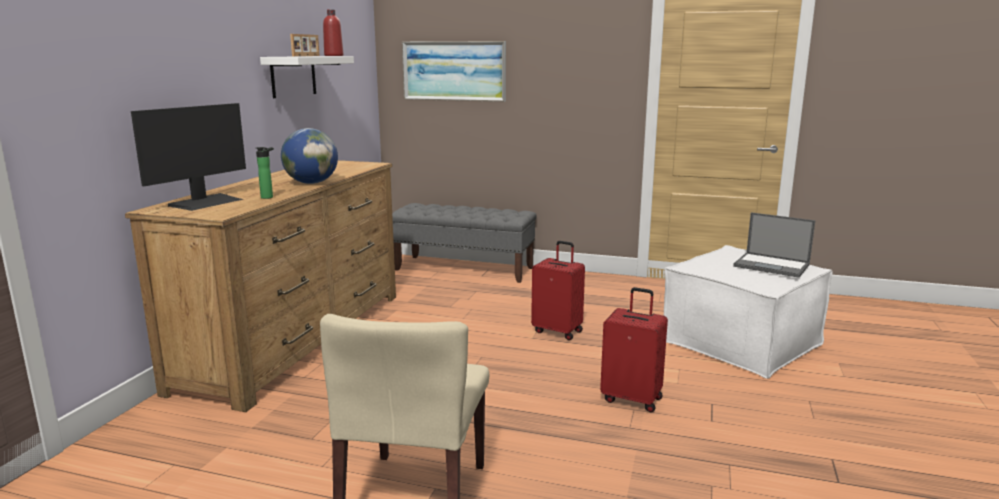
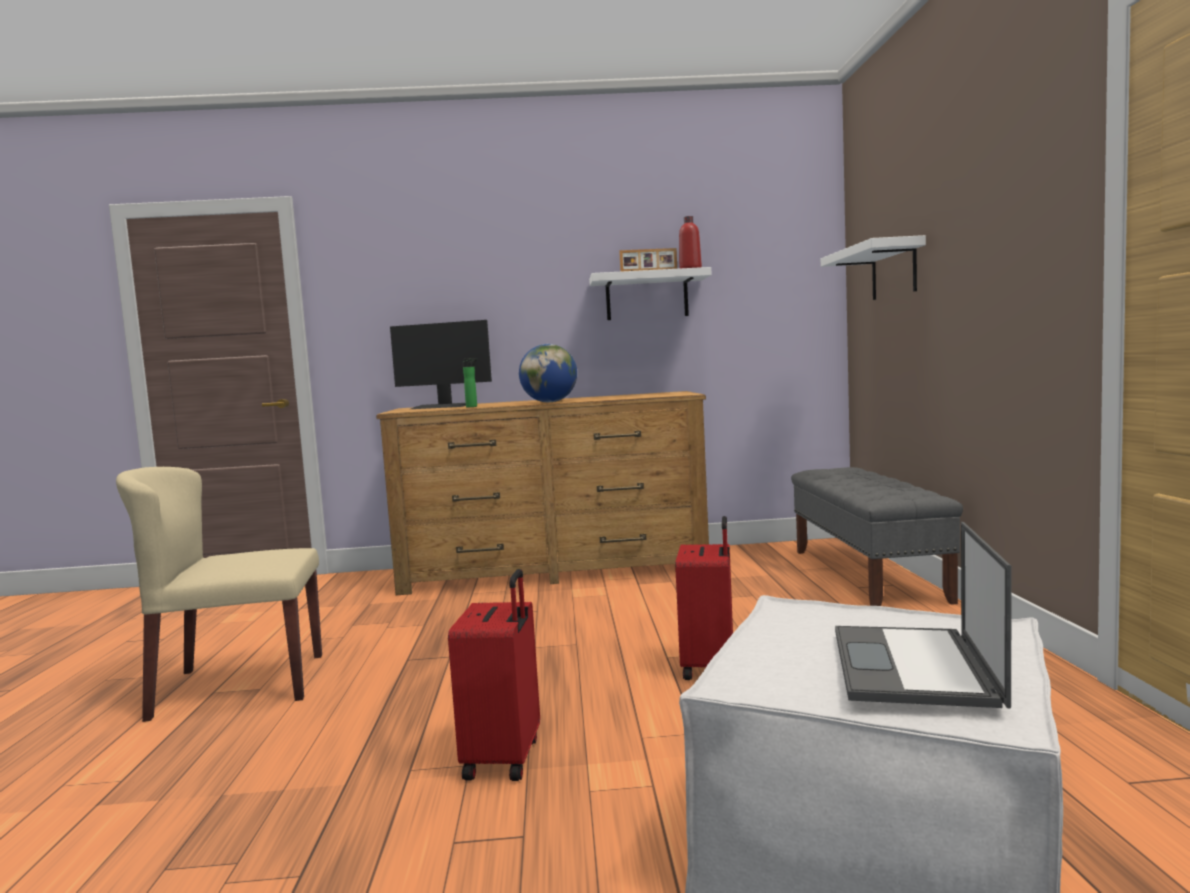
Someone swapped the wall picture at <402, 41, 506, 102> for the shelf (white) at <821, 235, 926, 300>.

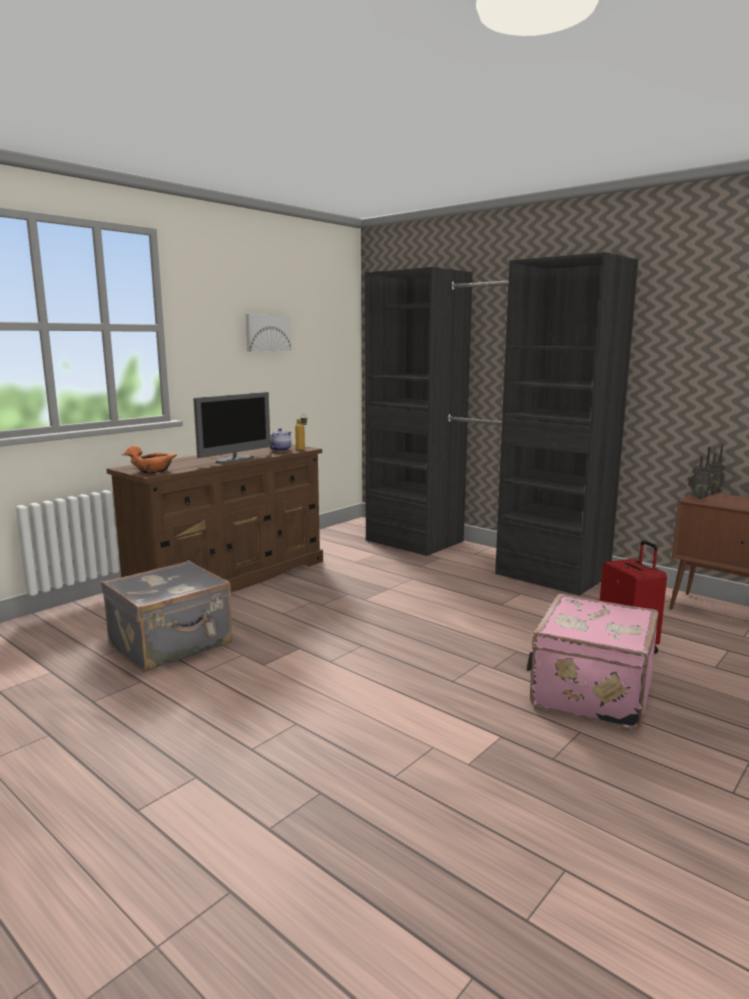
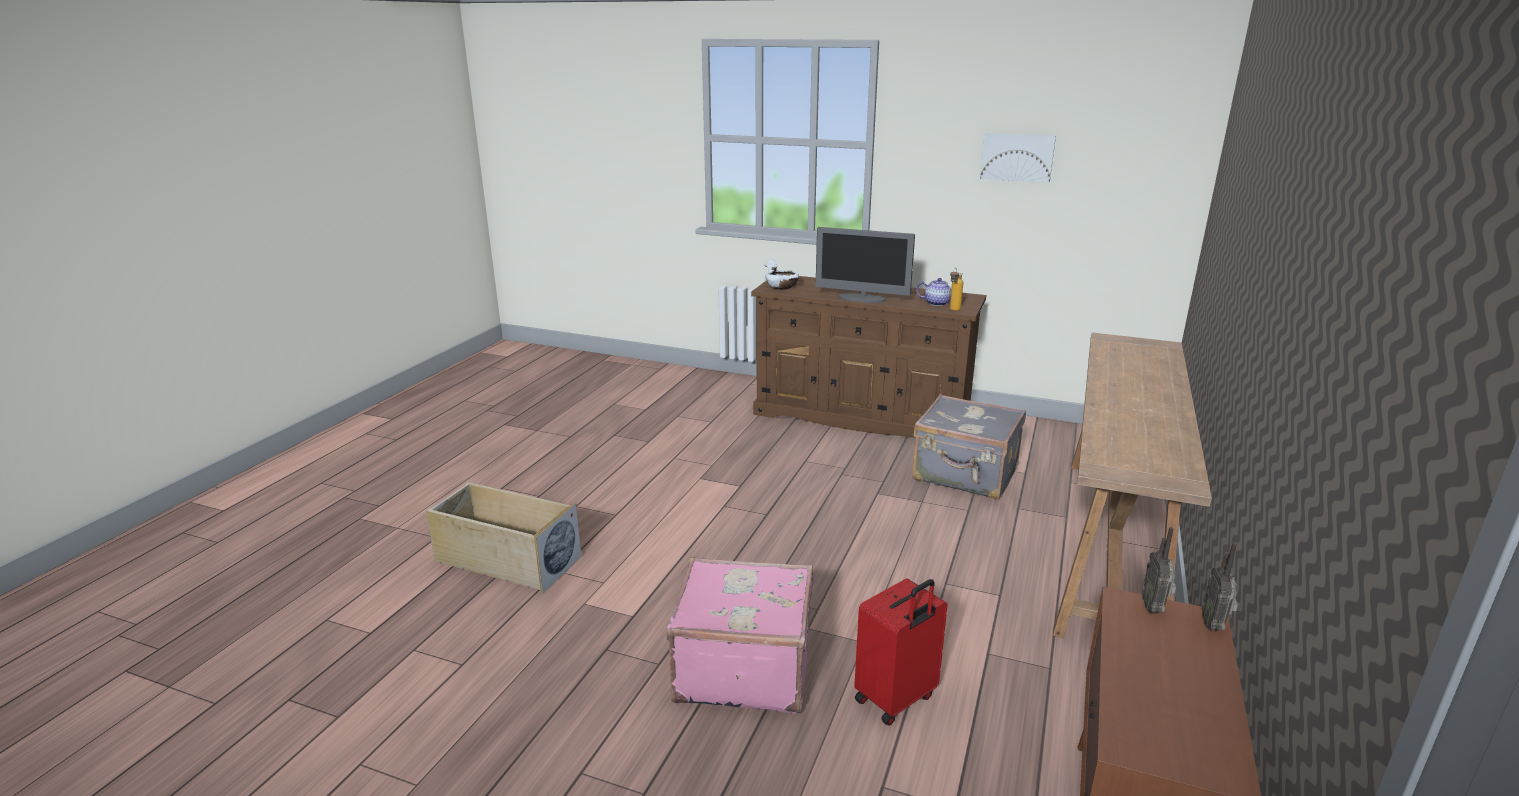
Someone put down the storage container (beige) at <426, 482, 582, 593>. Someone carried the piece of luggage (greyish) from <101, 560, 232, 672> to <912, 394, 1026, 500>. Someone swapped the wardrobe (blackish) at <365, 252, 638, 596> for the console table (brown) at <1053, 332, 1212, 638>. Someone repainted the bowl (orange) at <122, 446, 177, 473>, which became the bowl (white) at <764, 259, 799, 290>.

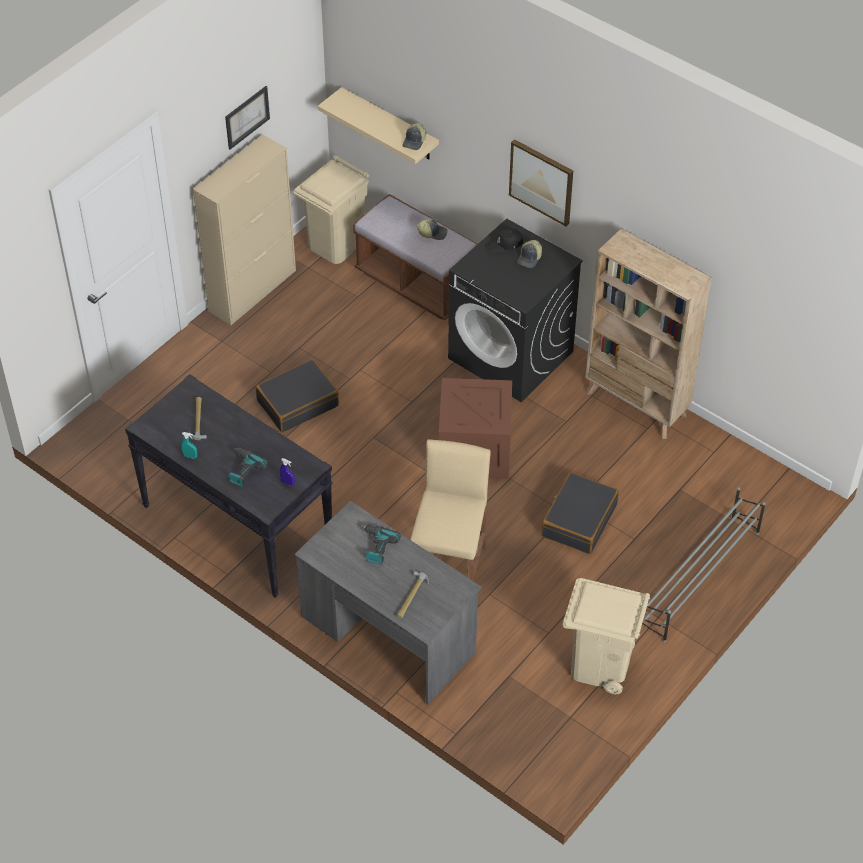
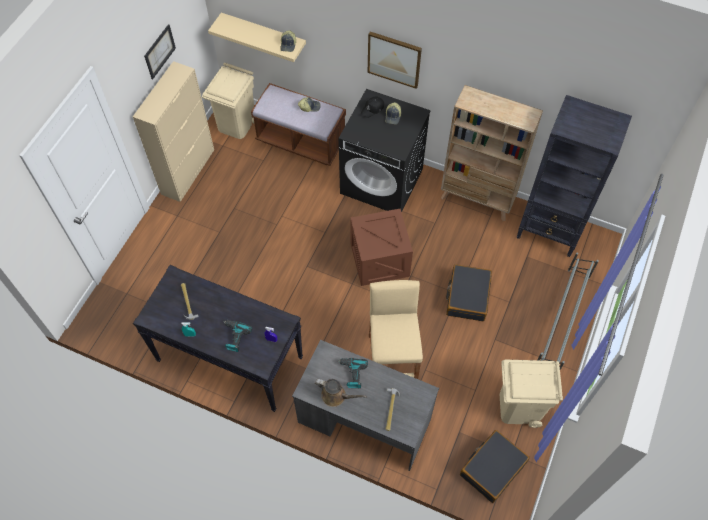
Someone put down the sprinkling can (brown) at <315, 379, 367, 407>. Someone put down the bookcase (blackish) at <517, 95, 632, 257>. Someone carried the piece of luggage (blackish) from <256, 359, 339, 432> to <460, 430, 530, 503>.

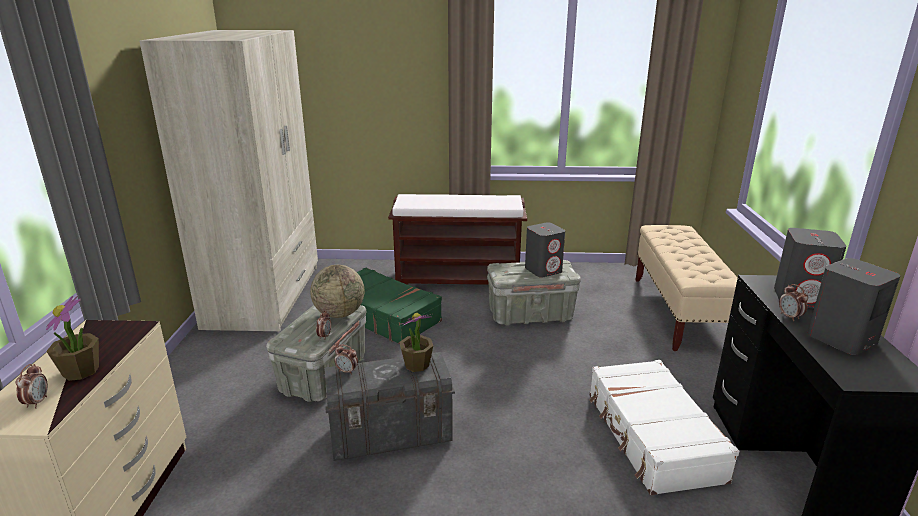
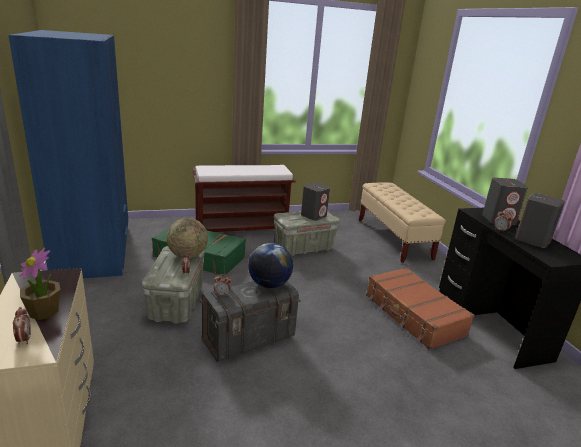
Someone swapped the potted plant at <399, 313, 433, 372> for the desk globe at <248, 243, 293, 288>. Someone repainted the wardrobe (beige) at <140, 30, 318, 331>, which became the wardrobe (blue-coloured) at <9, 30, 128, 278>. Someone repainted the piece of luggage (white) at <590, 360, 739, 495>, which became the piece of luggage (brown) at <366, 267, 475, 350>.

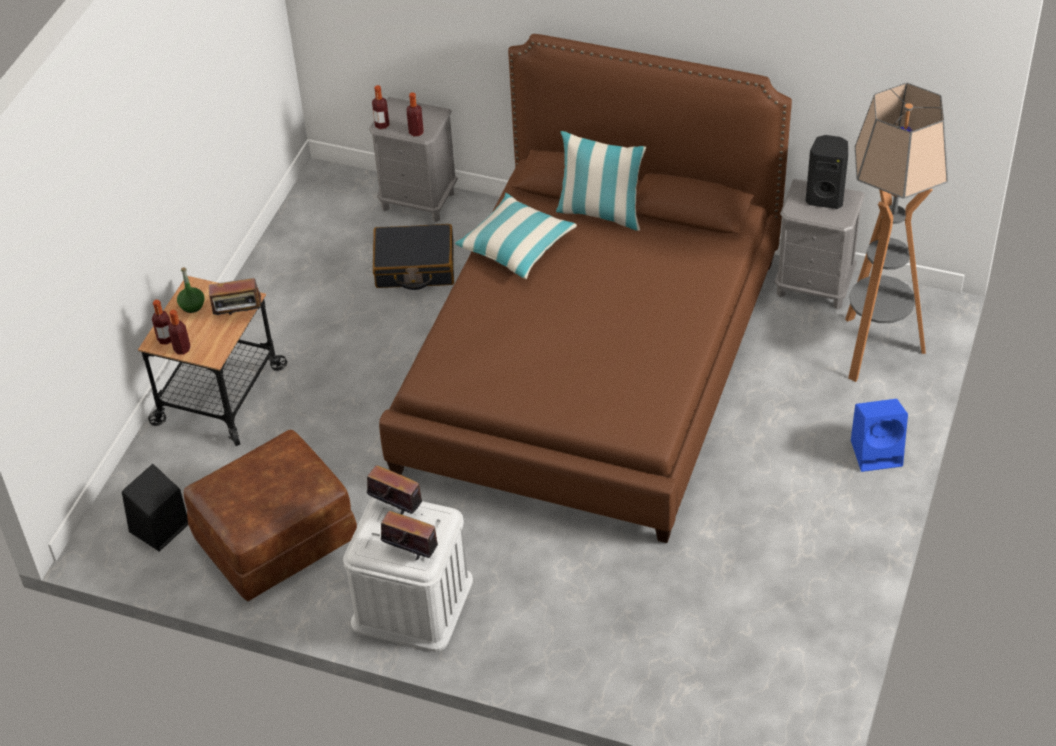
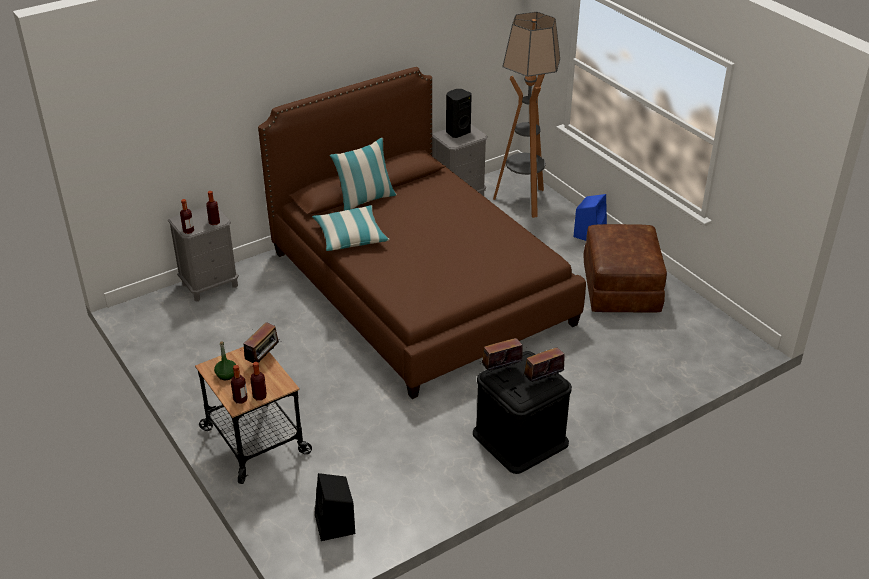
Someone took away the piece of luggage (blackish) at <373, 224, 454, 290>. Someone carried the ottoman (brown) from <184, 430, 357, 601> to <584, 224, 667, 312>. Someone repainted the storage container (white) at <343, 497, 473, 652>, which became the storage container (blackish) at <473, 351, 572, 474>.

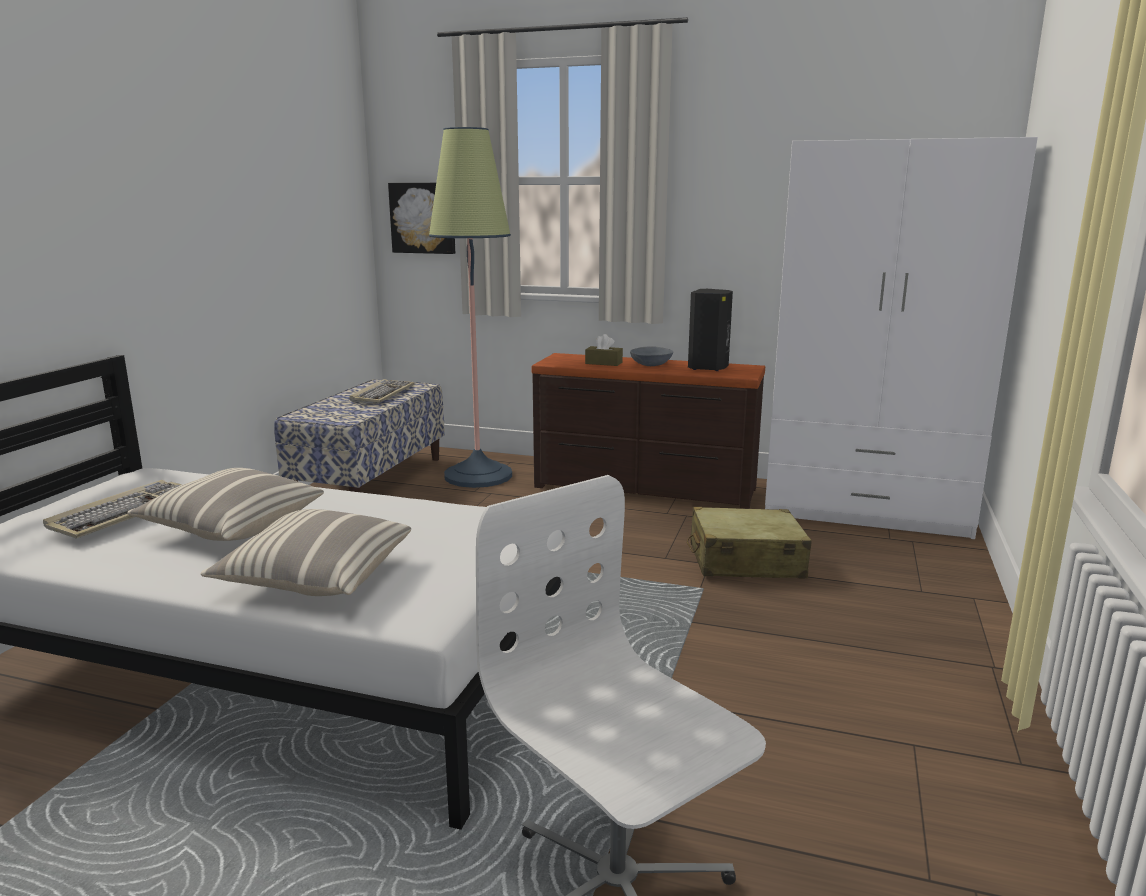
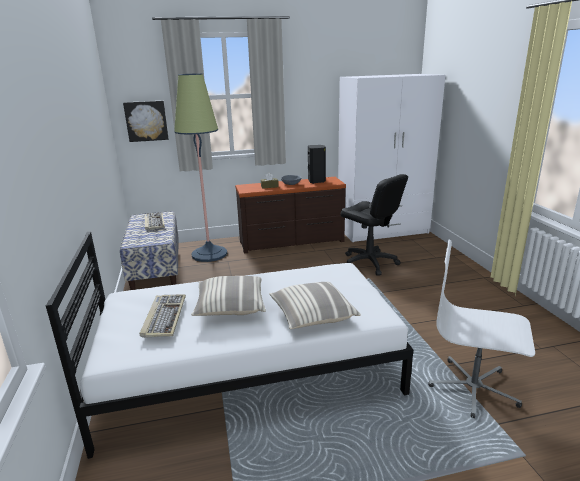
Someone swapped the piece of luggage (beige) at <687, 507, 812, 578> for the office chair (blackish) at <341, 174, 408, 276>.

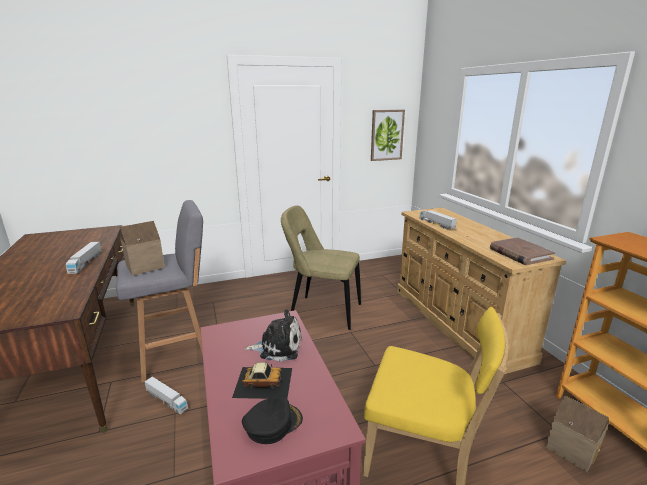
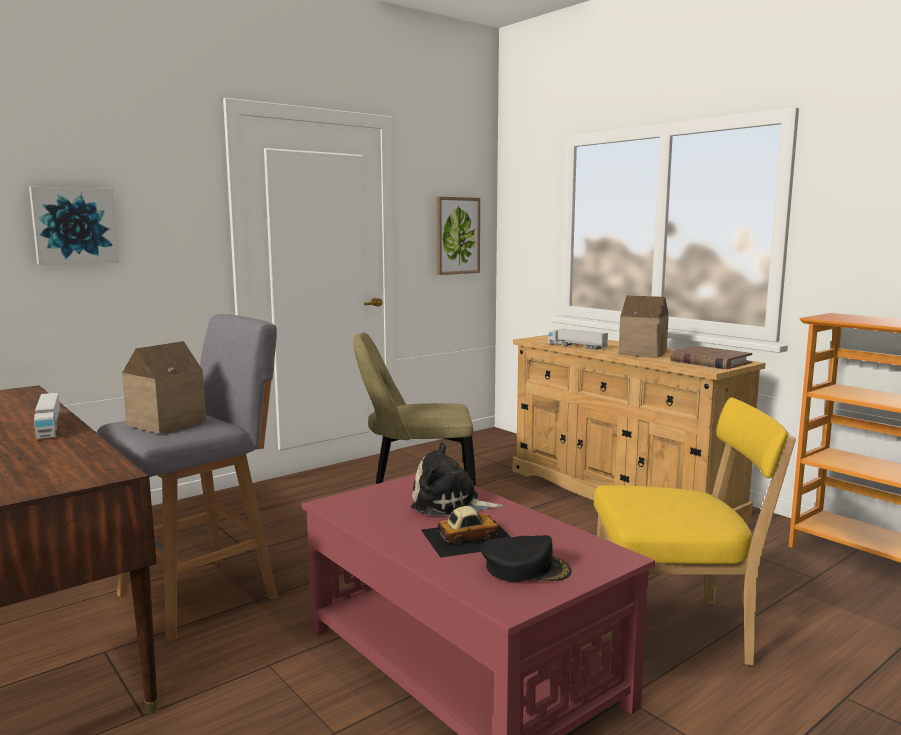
Someone took away the toy lorry at <144, 377, 188, 414>. Someone put up the wall picture at <29, 187, 119, 265>. Someone carried the toy house from <545, 395, 609, 472> to <619, 295, 669, 358>. Someone rotated the cap (blackish) at <242, 397, 303, 444> by 60 degrees clockwise. Someone rotated the cuddly toy at <245, 309, 302, 362> by 150 degrees counterclockwise.

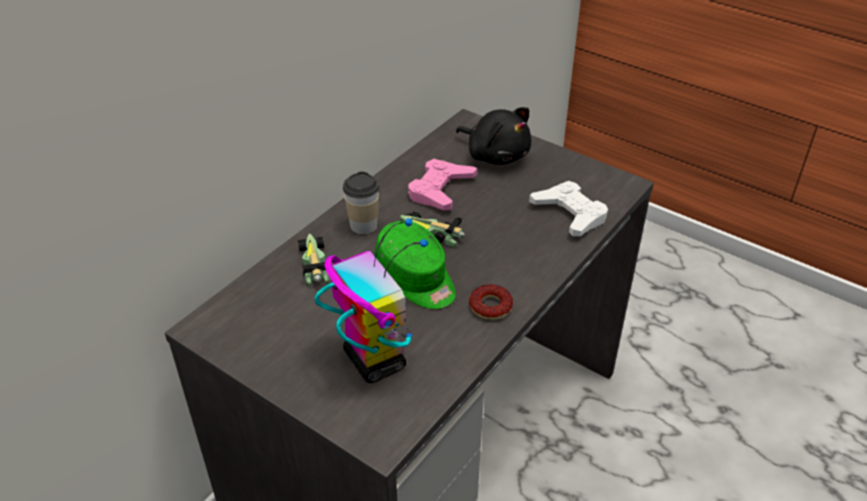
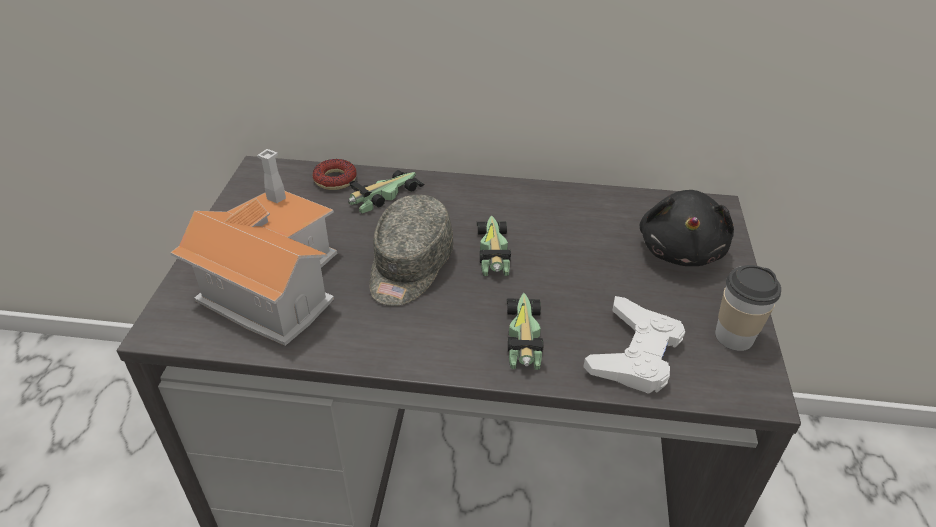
Someone took away the joypad (pinkish) at <408, 159, 477, 210>. Someone put down the miniature car at <507, 293, 544, 370>. Someone carried the drinking cup from <343, 172, 379, 234> to <715, 265, 781, 351>. Someone carried the doughnut from <469, 284, 513, 320> to <312, 159, 357, 190>. Someone swapped the model robot at <314, 218, 428, 383> for the toy house at <170, 149, 337, 346>. Someone repainted the cap (green) at <374, 221, 456, 309>, which became the cap (greyish) at <369, 195, 453, 306>.

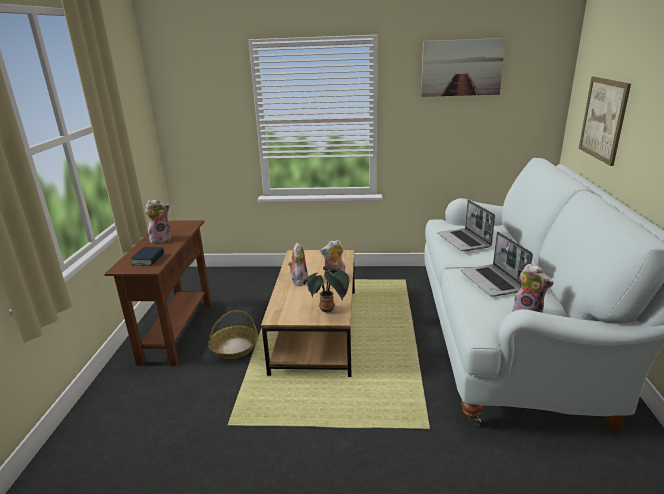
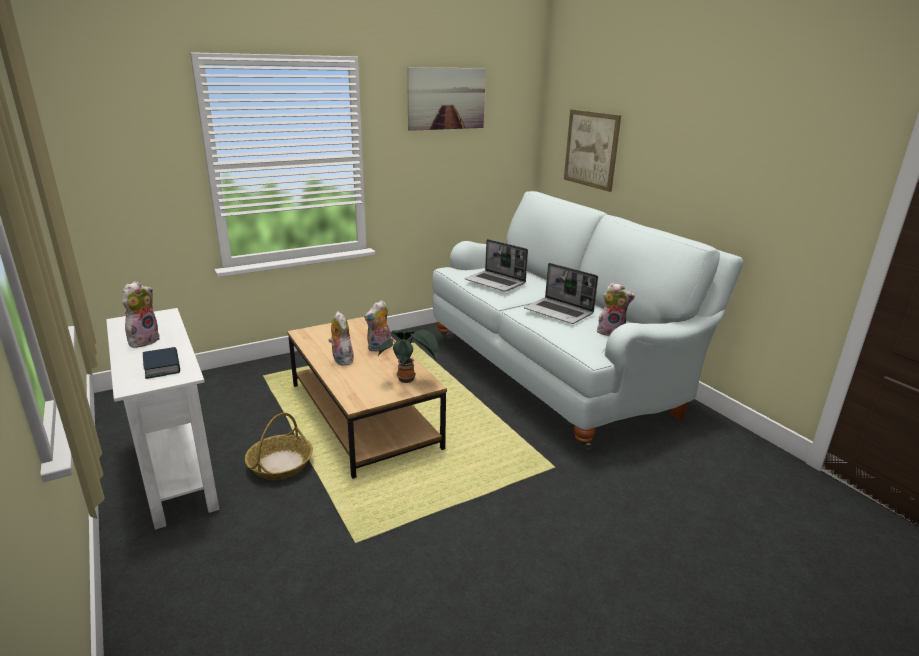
Someone repainted the console table (brown) at <104, 220, 212, 366>, which became the console table (white) at <106, 308, 219, 530>.

